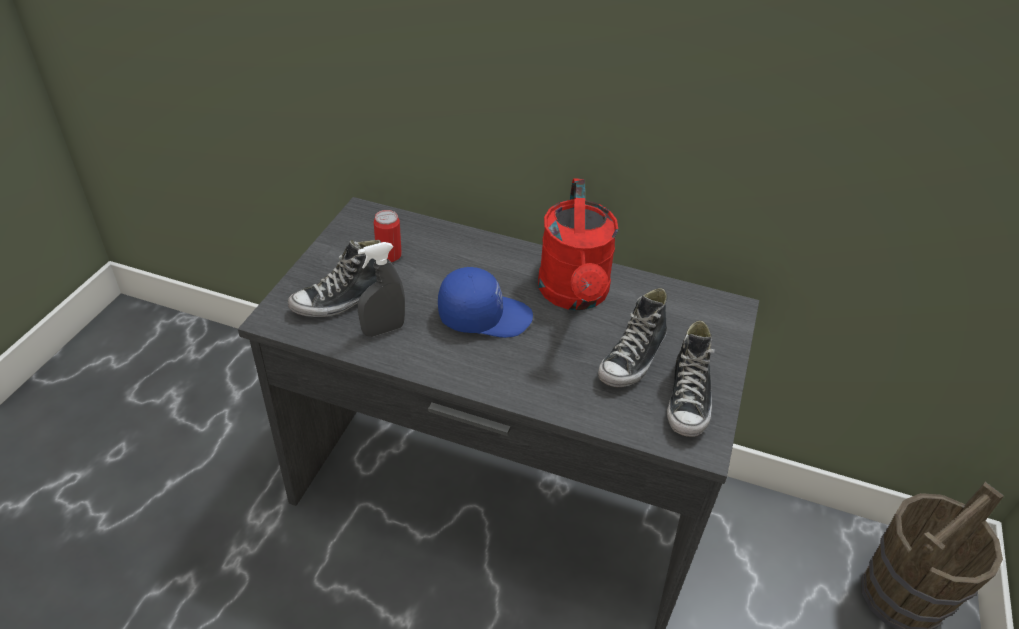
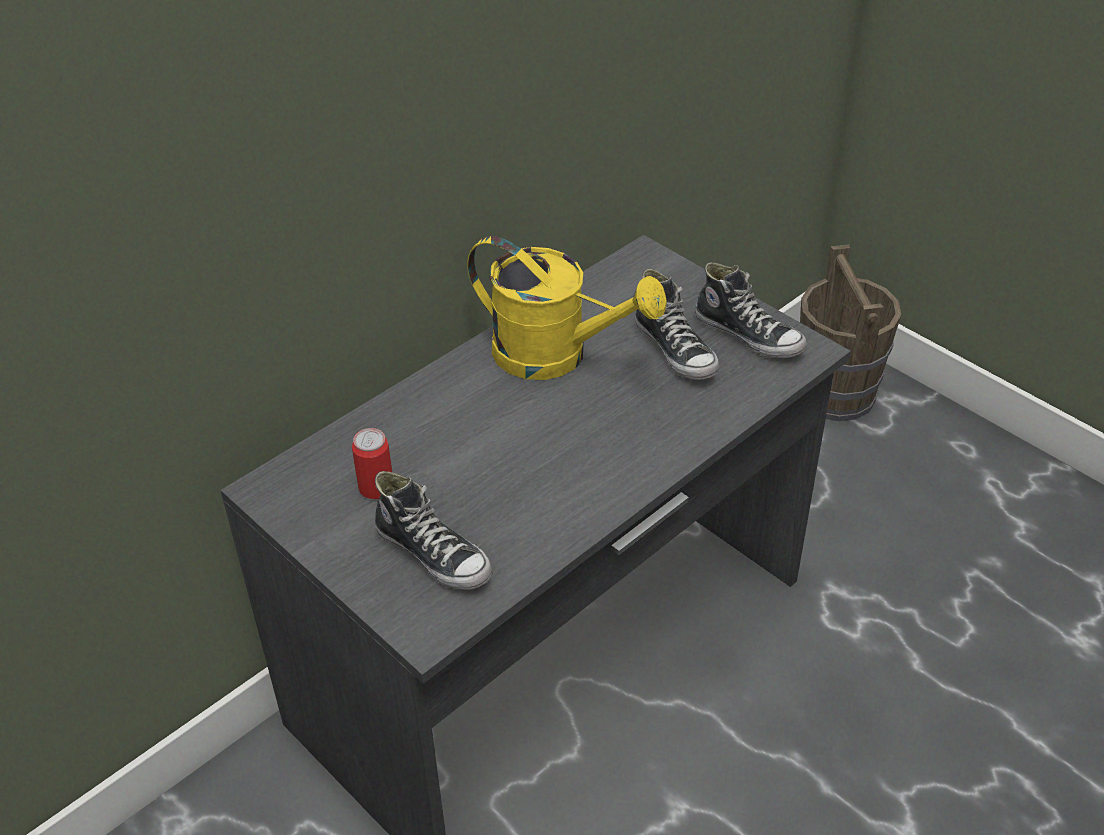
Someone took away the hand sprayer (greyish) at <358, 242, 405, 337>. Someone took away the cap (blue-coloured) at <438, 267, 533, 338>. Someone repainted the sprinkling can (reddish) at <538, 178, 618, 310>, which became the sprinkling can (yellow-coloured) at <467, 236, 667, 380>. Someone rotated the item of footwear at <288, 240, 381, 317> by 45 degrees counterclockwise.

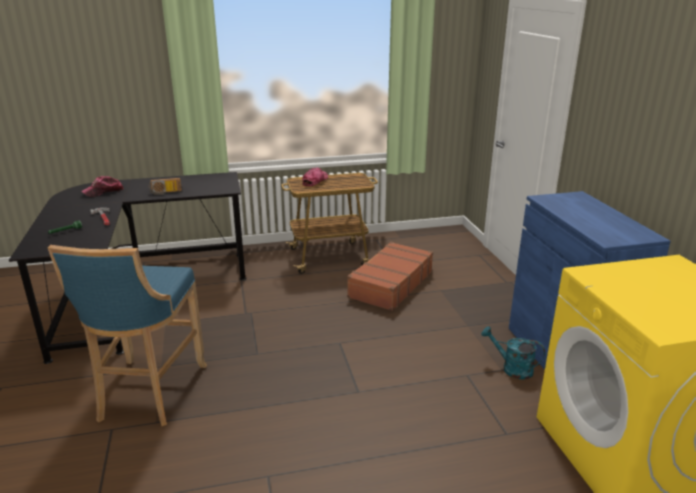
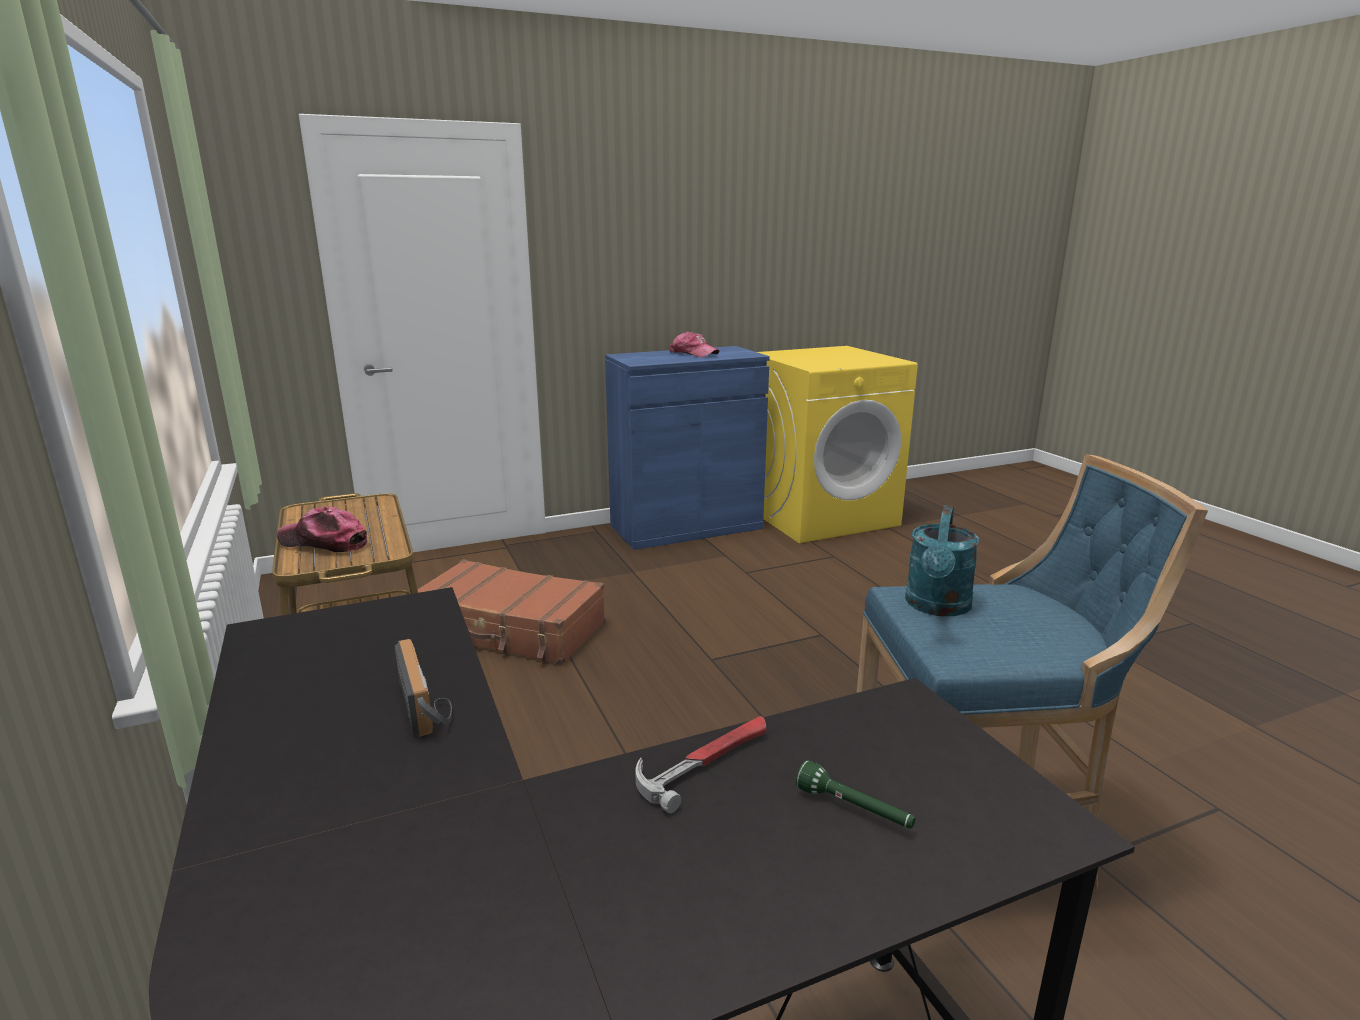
Someone carried the cap from <81, 176, 124, 197> to <669, 331, 720, 357>. Someone carried the sprinkling can (turquoise) from <481, 326, 545, 380> to <905, 505, 979, 616>.

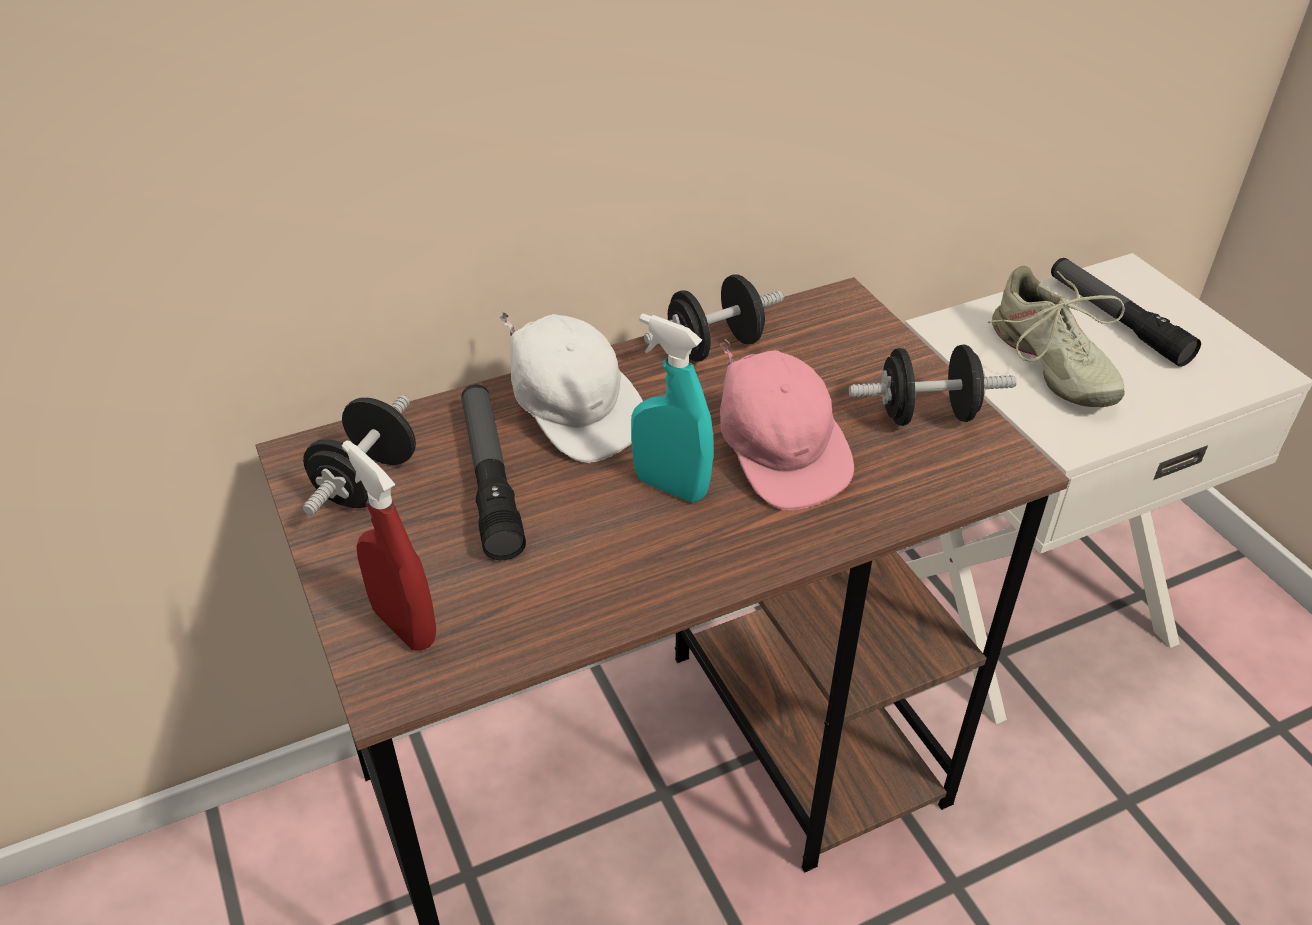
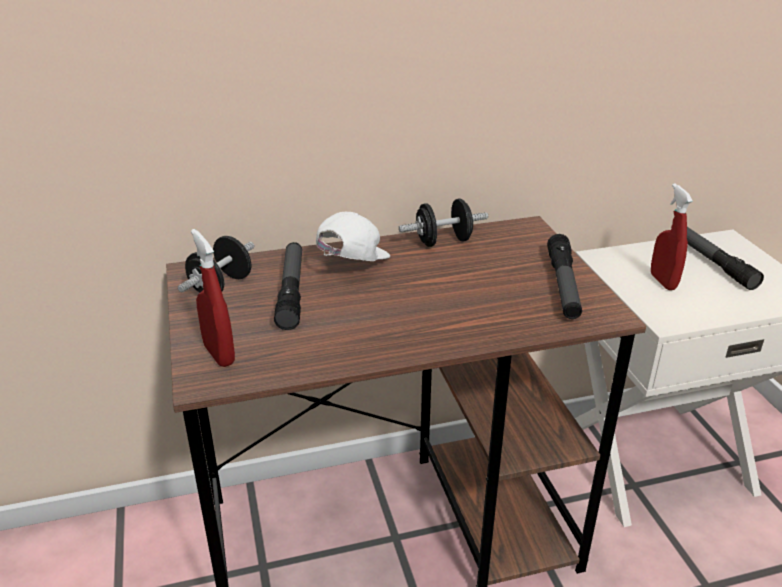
Someone took away the hand sprayer (turquoise) at <631, 313, 714, 502>. Someone took away the cap (pinkish) at <720, 339, 854, 510>. Someone swapped the free weight (blackish) at <849, 345, 1017, 426> for the hand torch at <547, 234, 582, 319>. Someone swapped the item of footwear (beige) at <988, 266, 1125, 407> for the hand sprayer (reddish) at <651, 184, 693, 290>. Someone rotated the cap (white) at <499, 311, 643, 463> by 120 degrees counterclockwise.

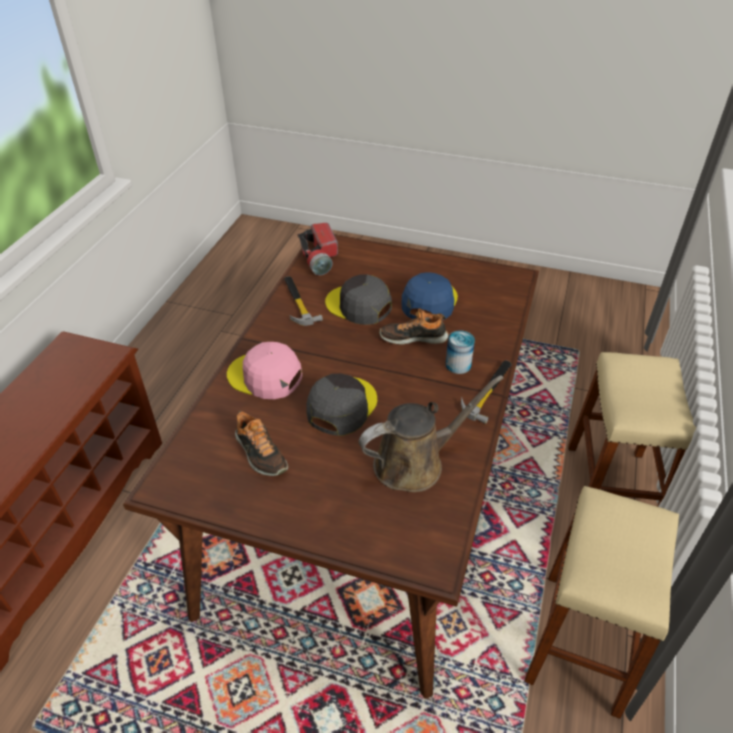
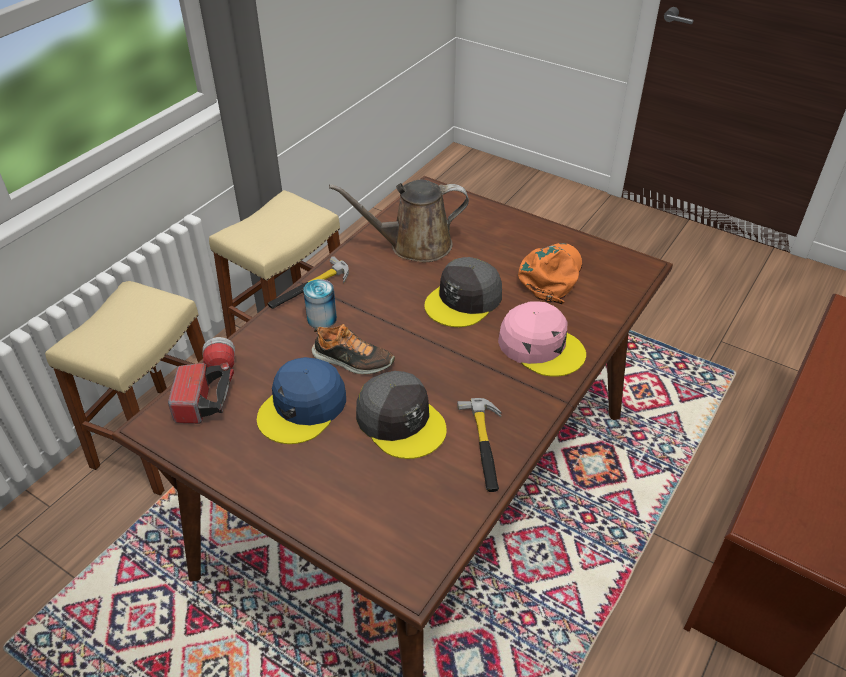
Someone carried the hand torch from <298, 223, 338, 275> to <168, 337, 235, 424>. Someone swapped the item of footwear at <235, 410, 288, 476> for the cap (orange) at <518, 243, 582, 304>.

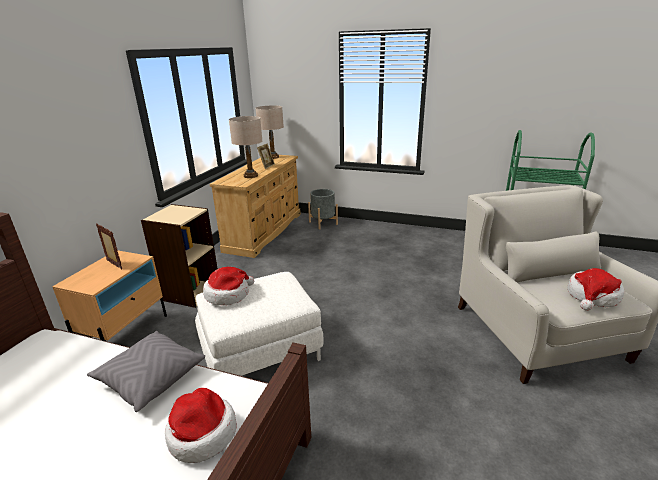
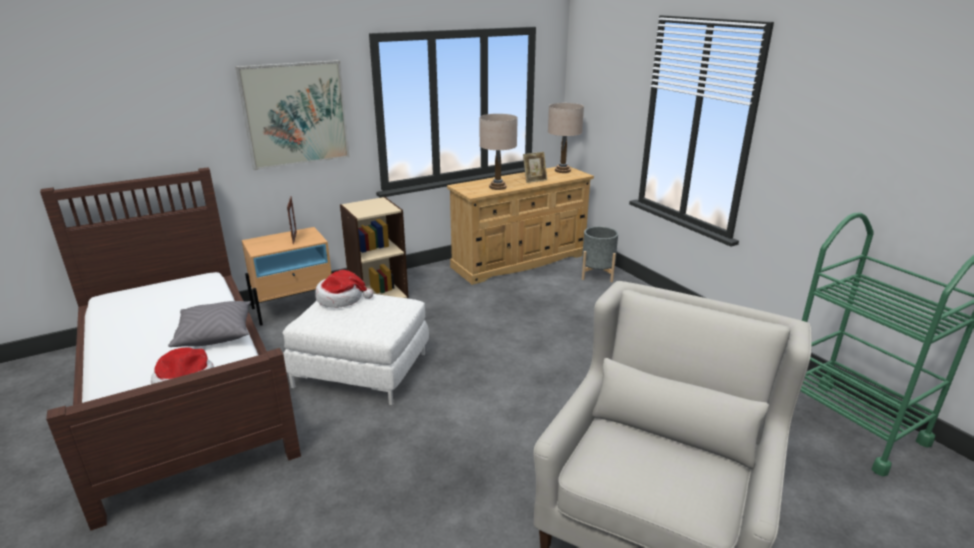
Someone took away the clothing hat at <567, 268, 625, 311>. Someone put up the wall picture at <235, 60, 350, 170>.

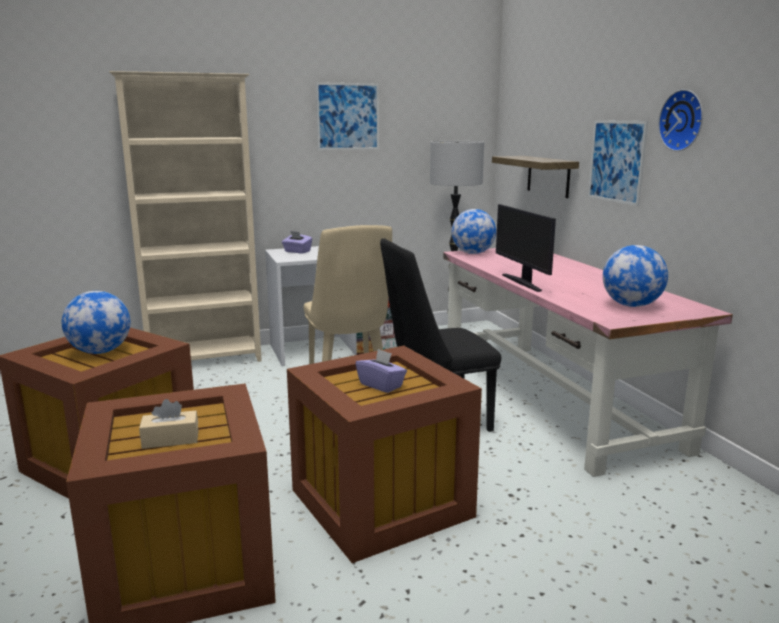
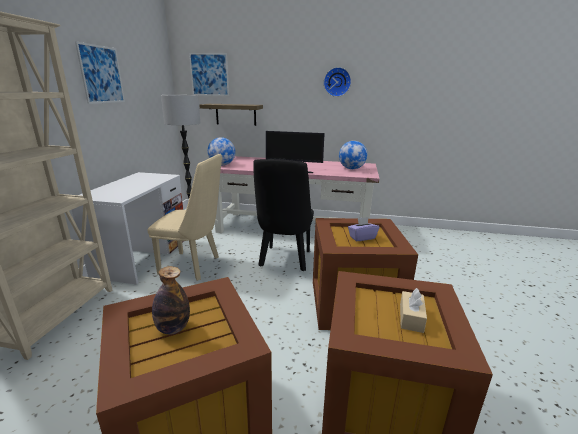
Someone took away the tissue box (purple-coloured) at <282, 231, 312, 253>. Someone carried the wall picture from <588, 120, 648, 206> to <189, 53, 229, 96>. Someone swapped the desk globe at <62, 291, 130, 354> for the beverage bottle at <152, 266, 190, 334>.

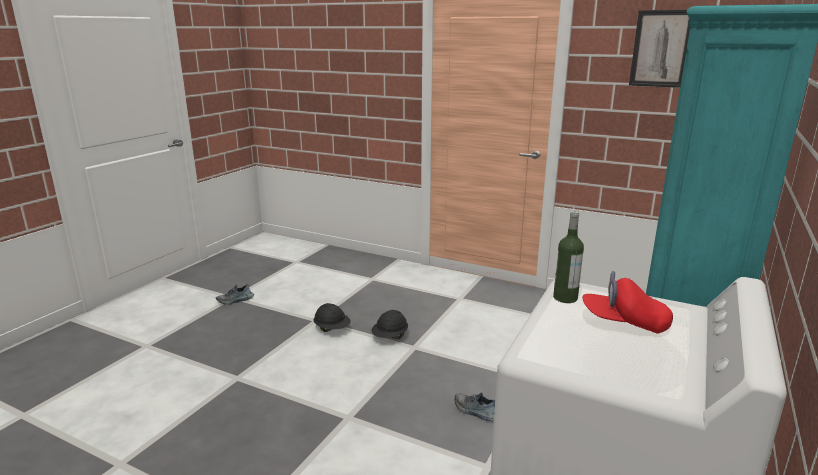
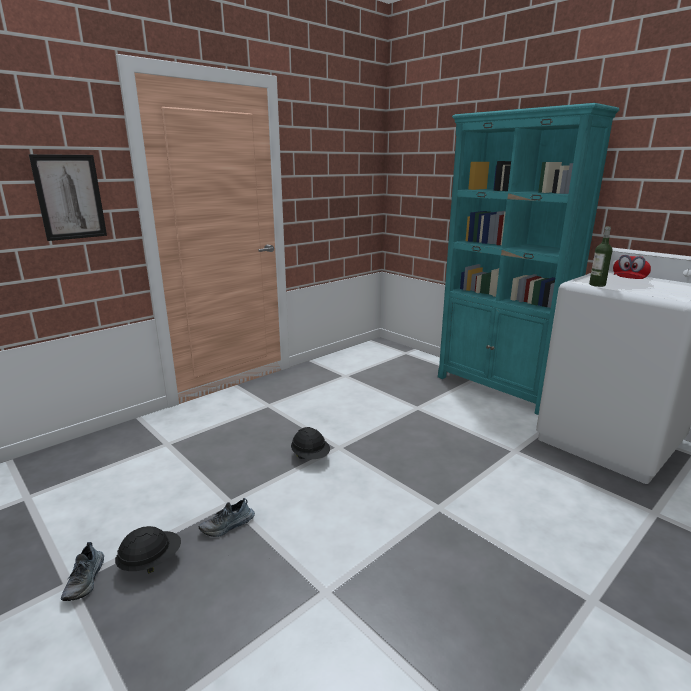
Someone carried the work helmet (blackish) from <313, 303, 351, 332> to <115, 526, 181, 574>. Someone carried the item of footwear from <454, 392, 495, 421> to <198, 498, 255, 537>. Someone carried the wall picture from <629, 10, 690, 88> to <29, 154, 107, 241>.

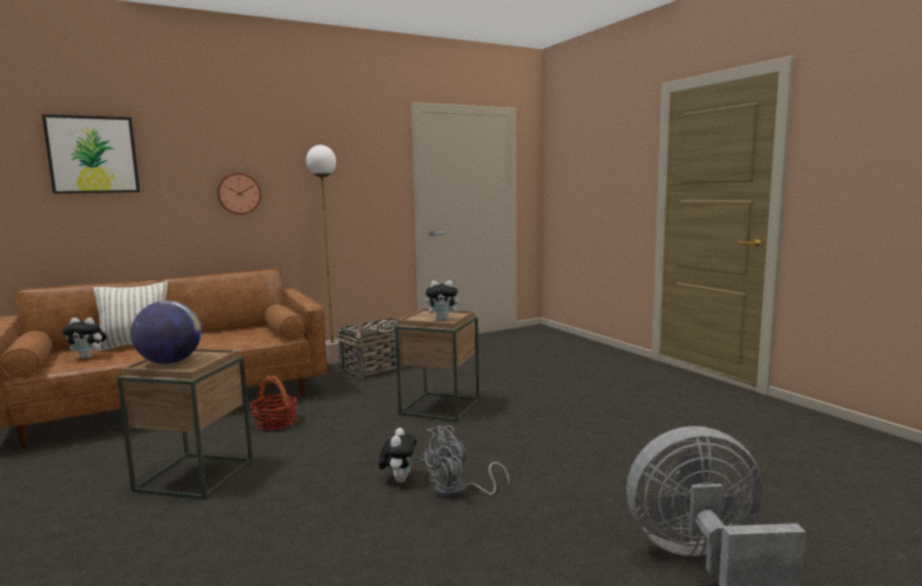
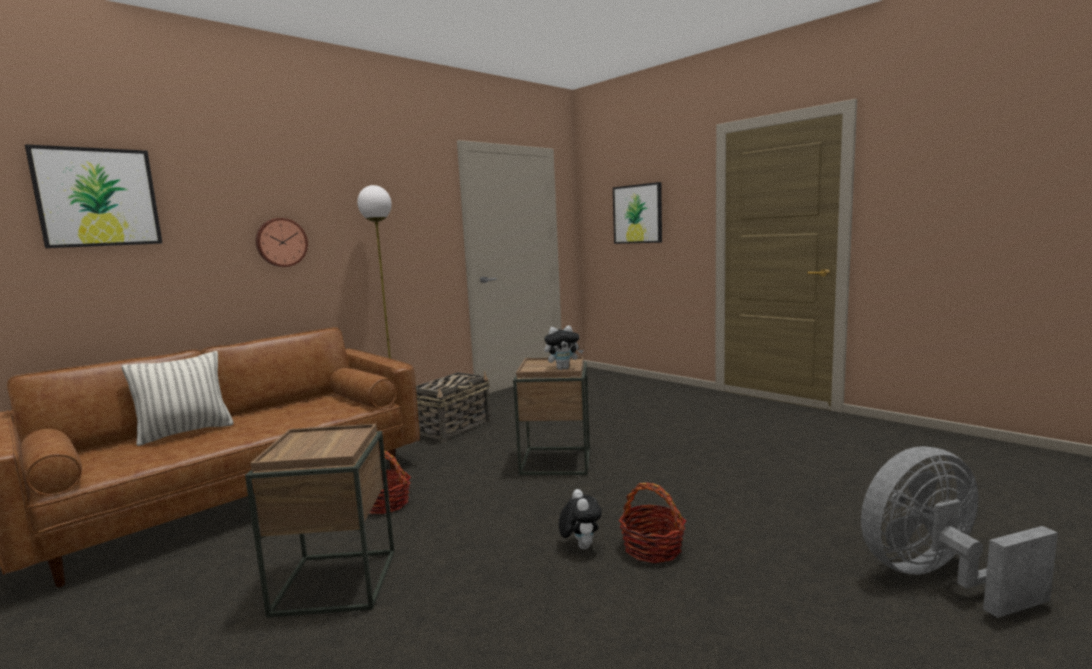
Someone took away the cuddly toy at <62, 318, 107, 358>. Someone took away the desk globe at <131, 301, 202, 364>. Someone put up the wall picture at <613, 182, 662, 244>. Someone swapped the electric fan (greyish) at <420, 425, 510, 499> for the basket at <619, 483, 686, 563>.

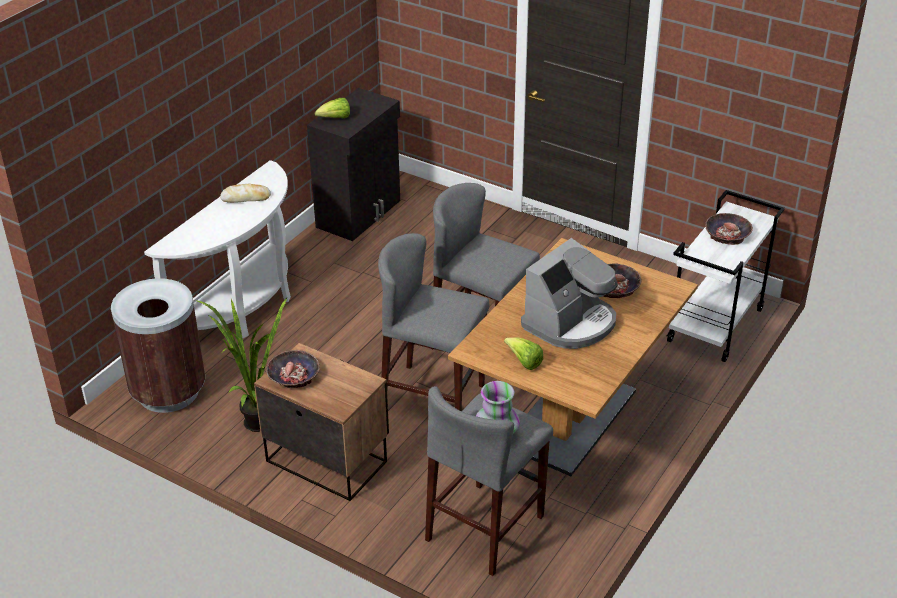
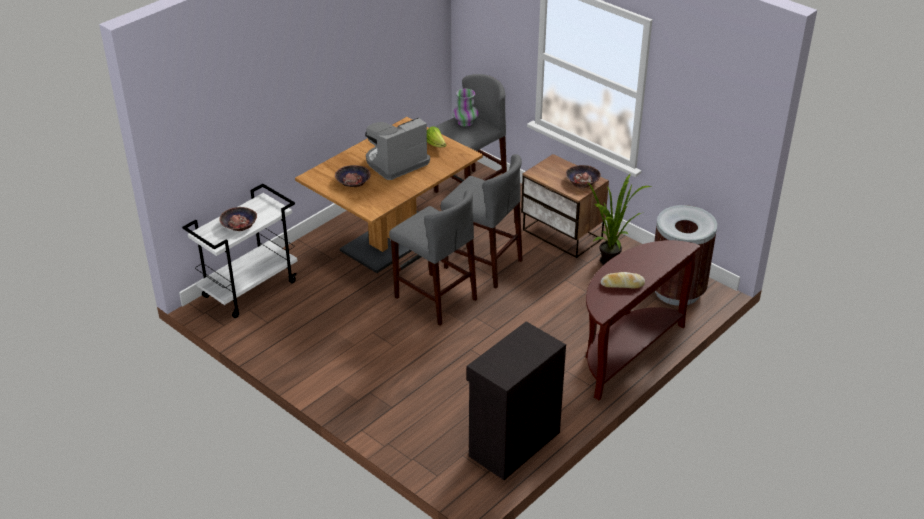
Someone took away the lettuce head at <315, 98, 350, 118>. Someone repainted the console table (white) at <144, 160, 291, 338>, which became the console table (brown) at <585, 240, 701, 400>.

